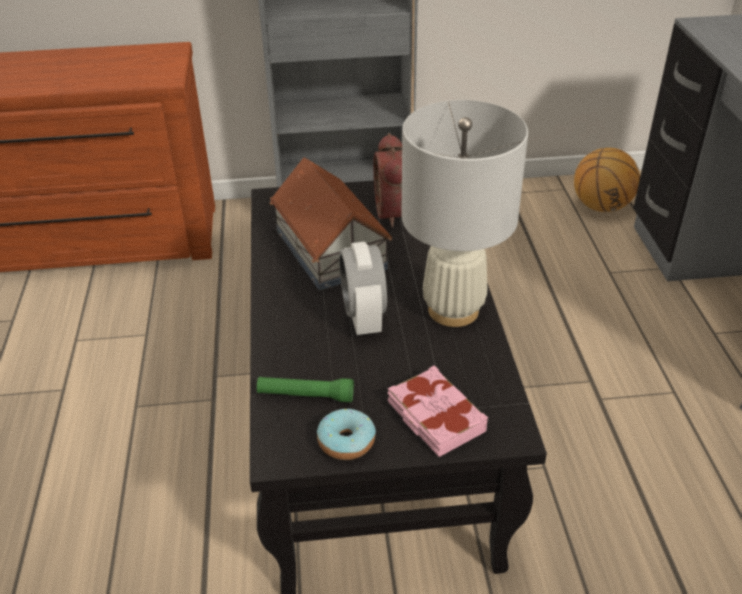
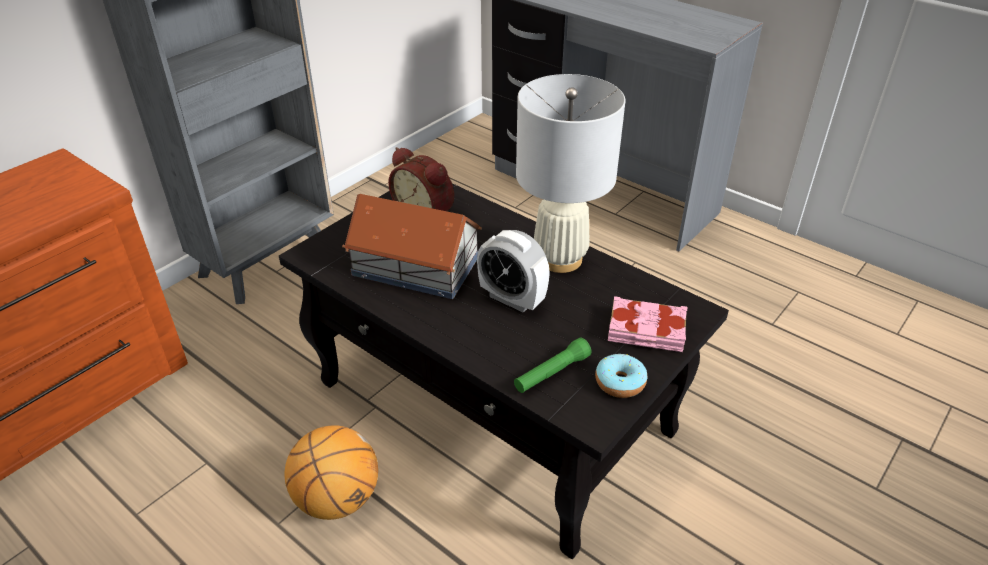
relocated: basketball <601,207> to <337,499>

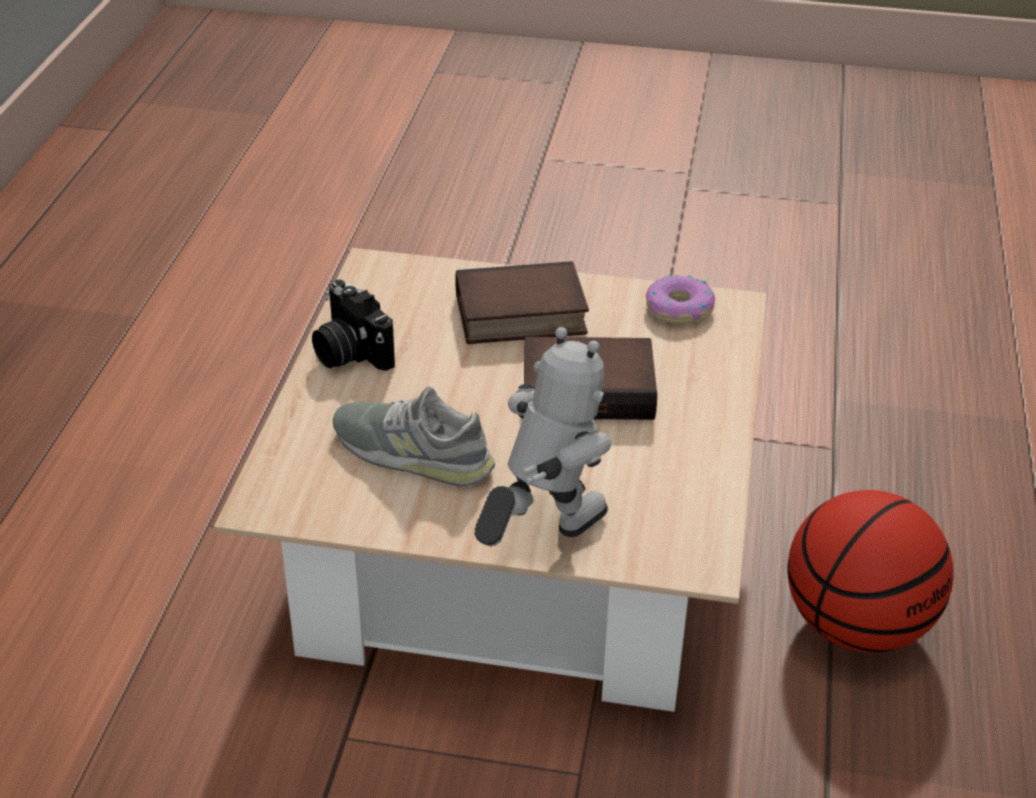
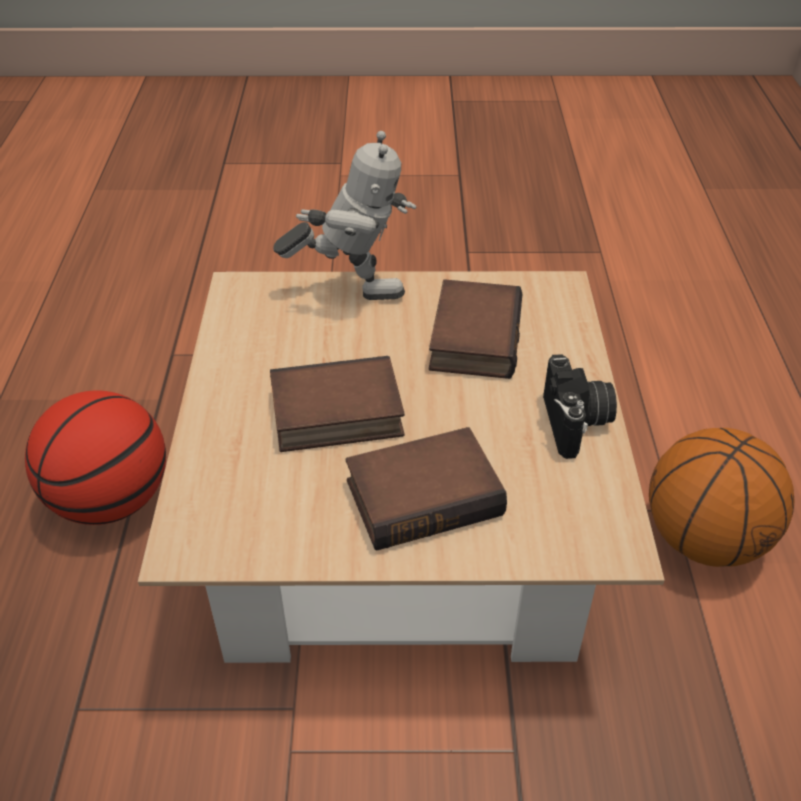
missing: donut <679,309>
appeared: basketball <704,540>
exchanged: shoe (grey) <412,452> to book <472,337>
spun: photo camera <349,352> = <576,423> 45 degrees clockwise; toy robot <543,537> = <352,289> 120 degrees counterclockwise

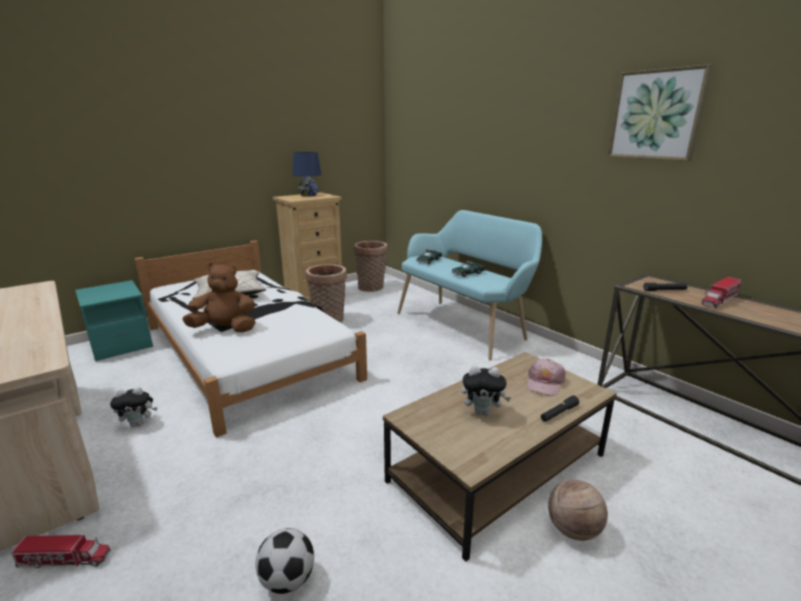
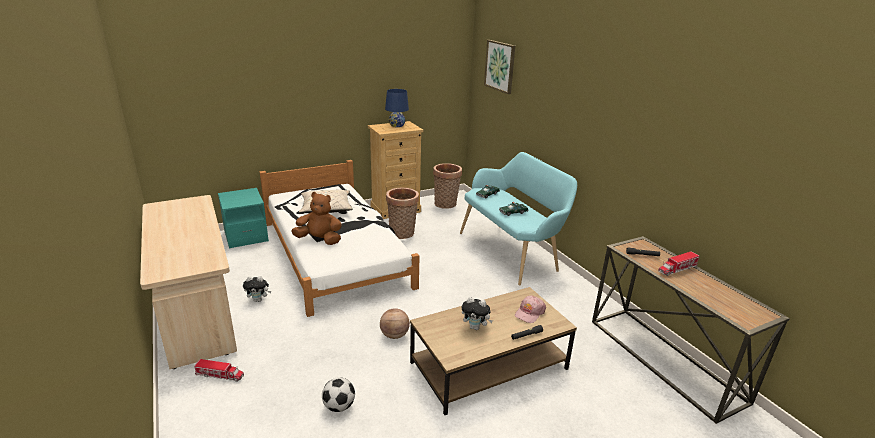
relocated: picture <656,115> to <500,66>; basketball <573,530> to <394,335>

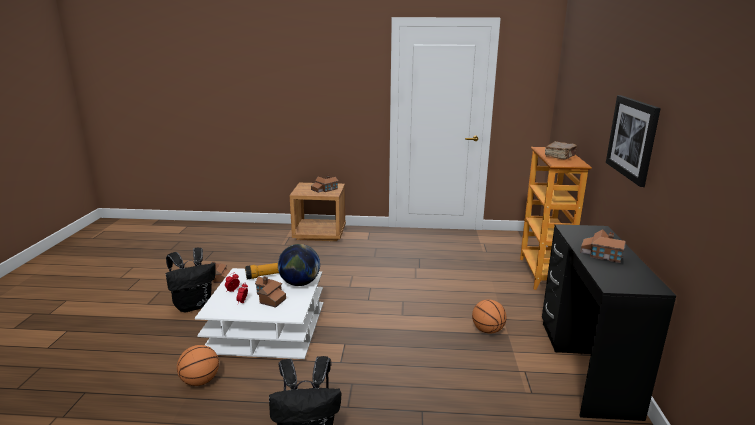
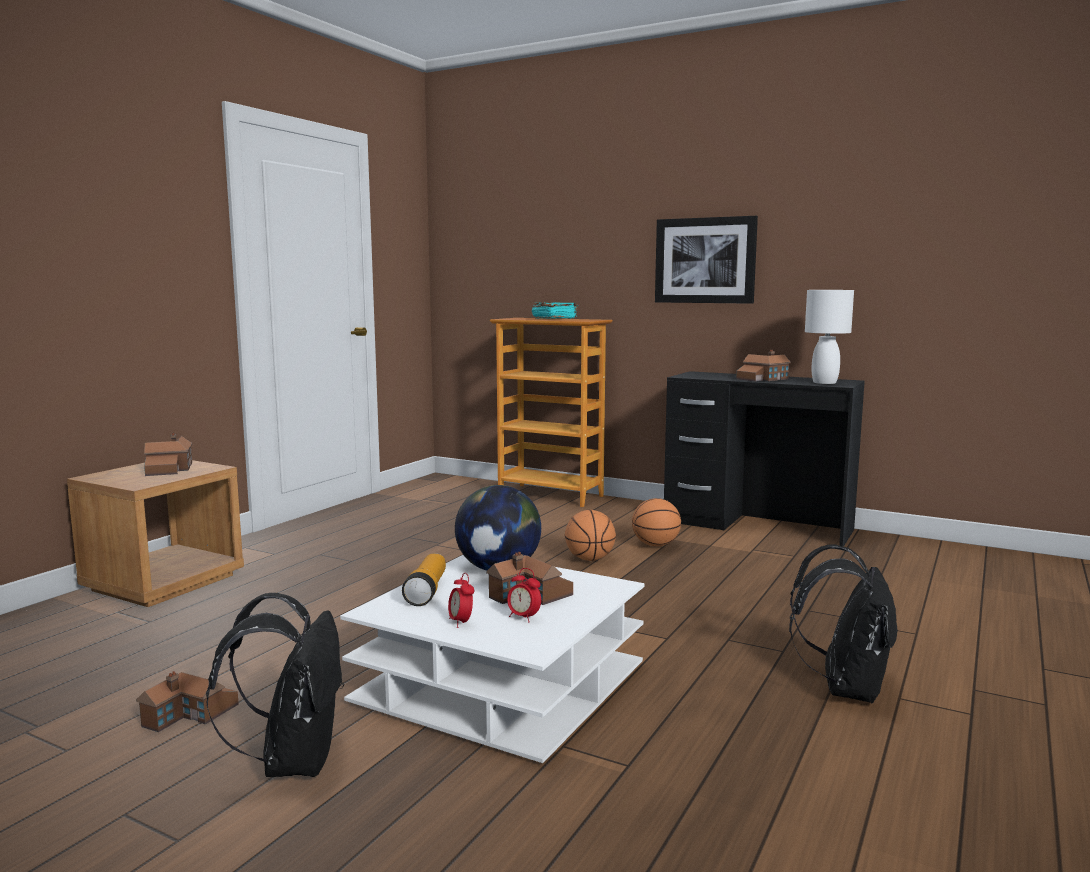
appeared: table lamp (white) <824,382>
relocated: basketball <200,381> to <589,559>
colour: book (brown) <560,156> to book (turquoise) <554,319>

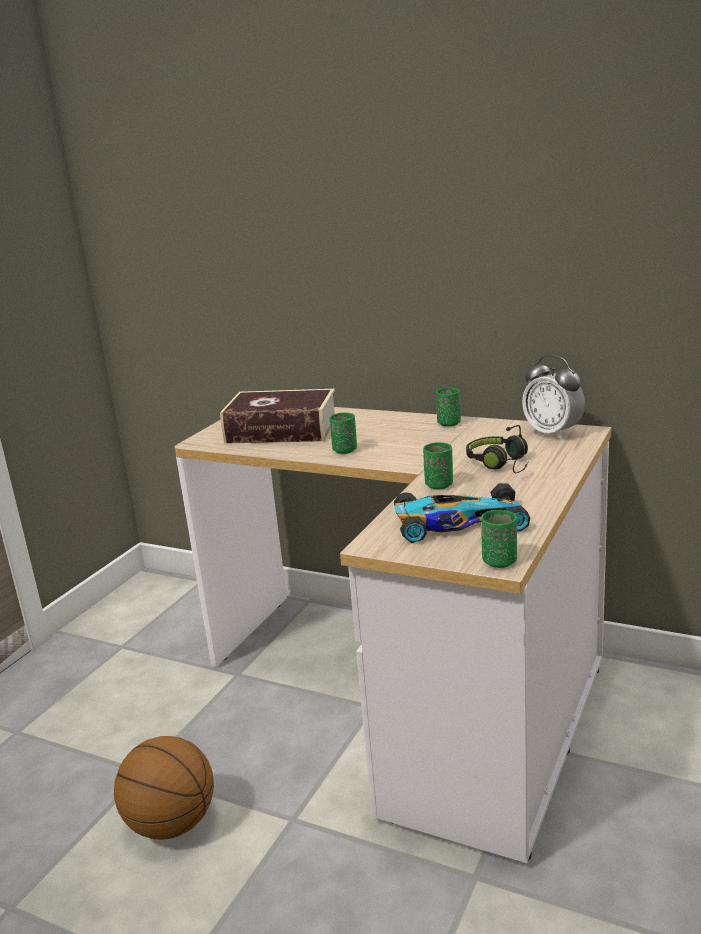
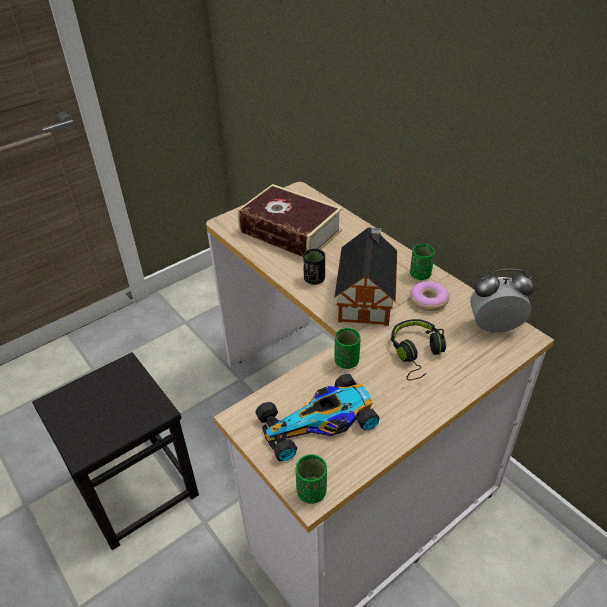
appeared: toy house <366,296>; donut <428,300>
exchanged: basketball <171,824> to stool (black) <135,487>
colour: cup (green) <345,450> to cup (black) <314,279>
spun: alarm clock <553,433> = <494,327> 105 degrees clockwise; toy car <456,523> = <320,421> 135 degrees clockwise

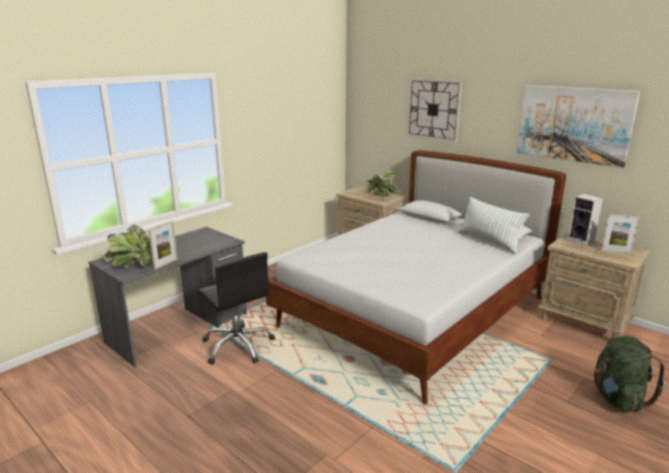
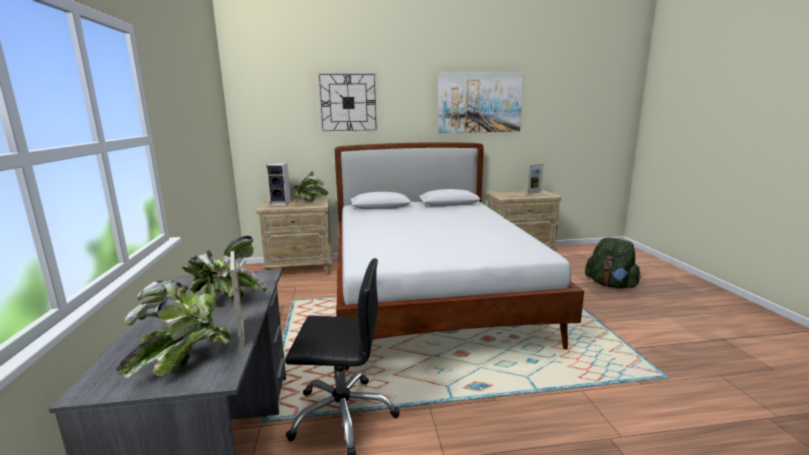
missing: pillow <489,241>
appeared: potted plant <226,301>
relocated: speaker <582,241> to <281,203>

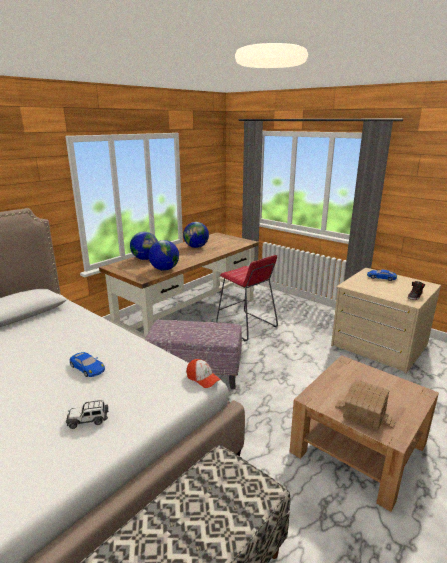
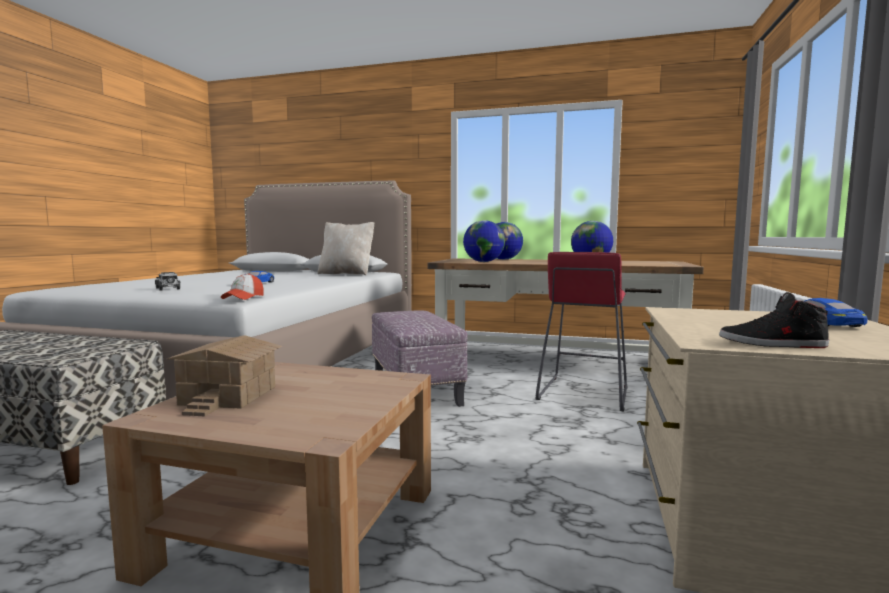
appeared: pillow (beige) <346,274>

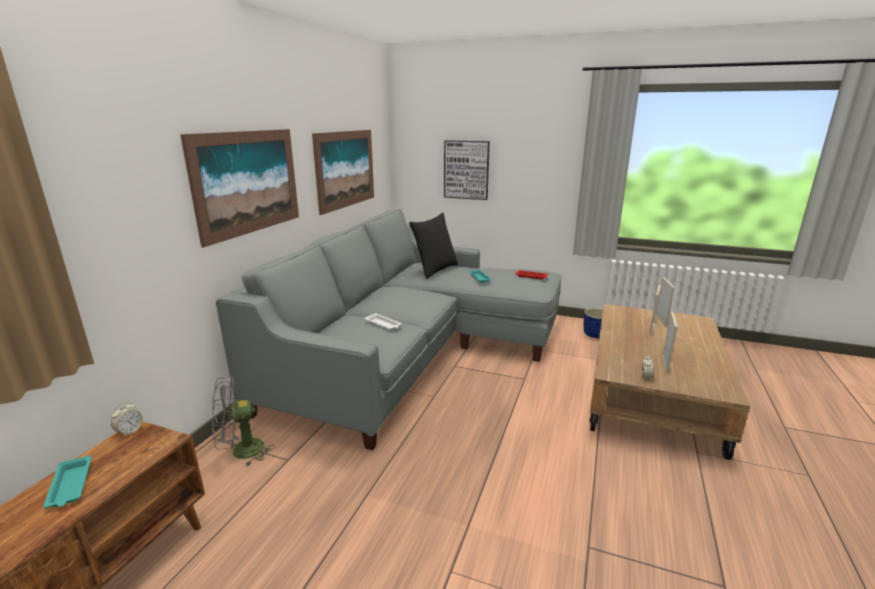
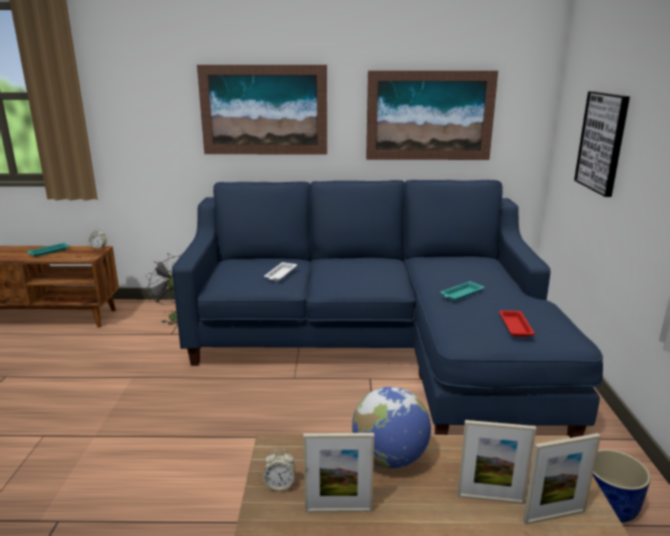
missing: pillow (black) <436,270>
appeared: globe <389,458>
colour: sofa (grey) <413,352> to sofa (blue) <380,346>

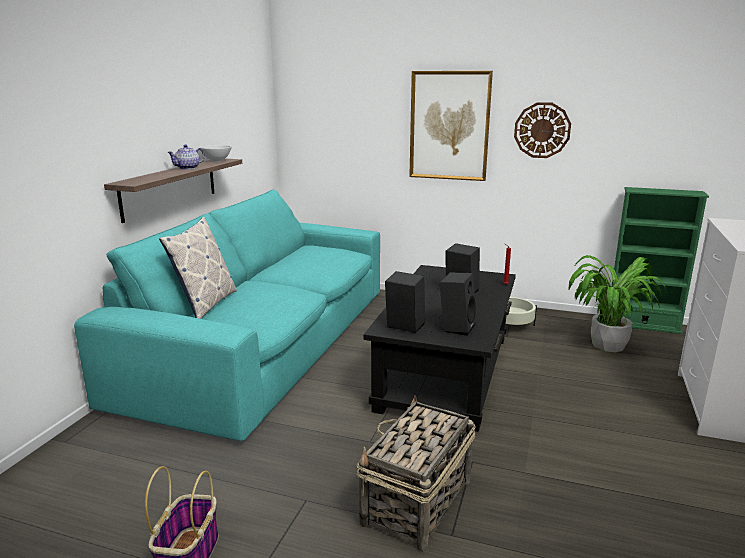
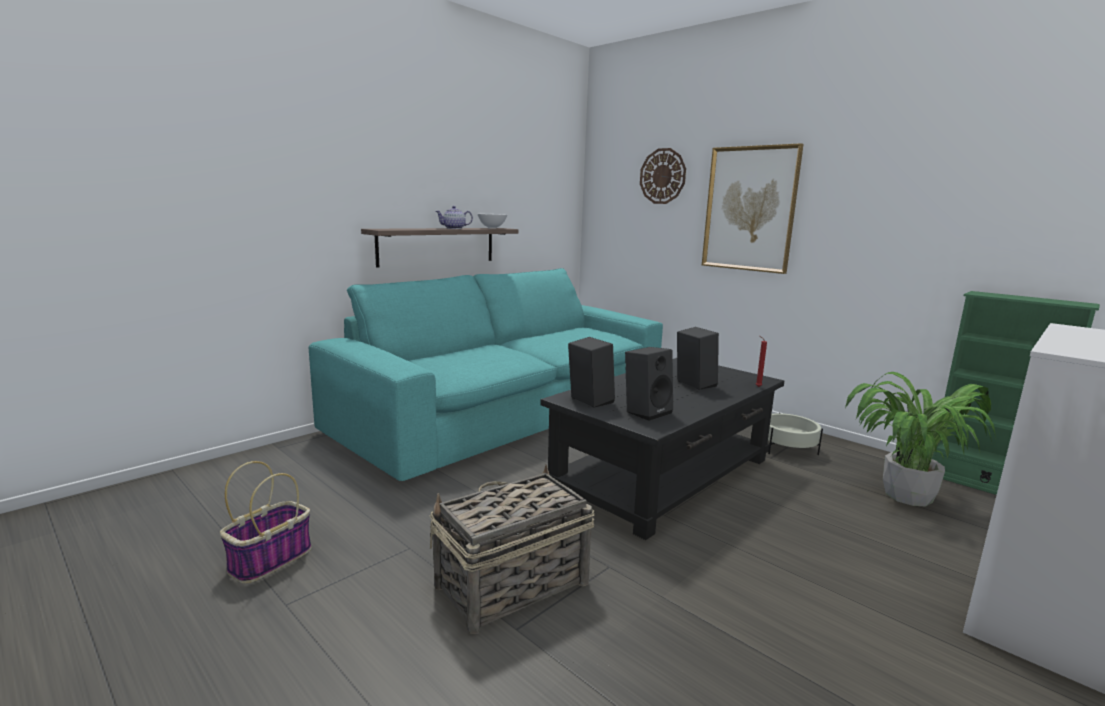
missing: pillow <205,305>
relocated: wall clock <542,130> to <662,176>

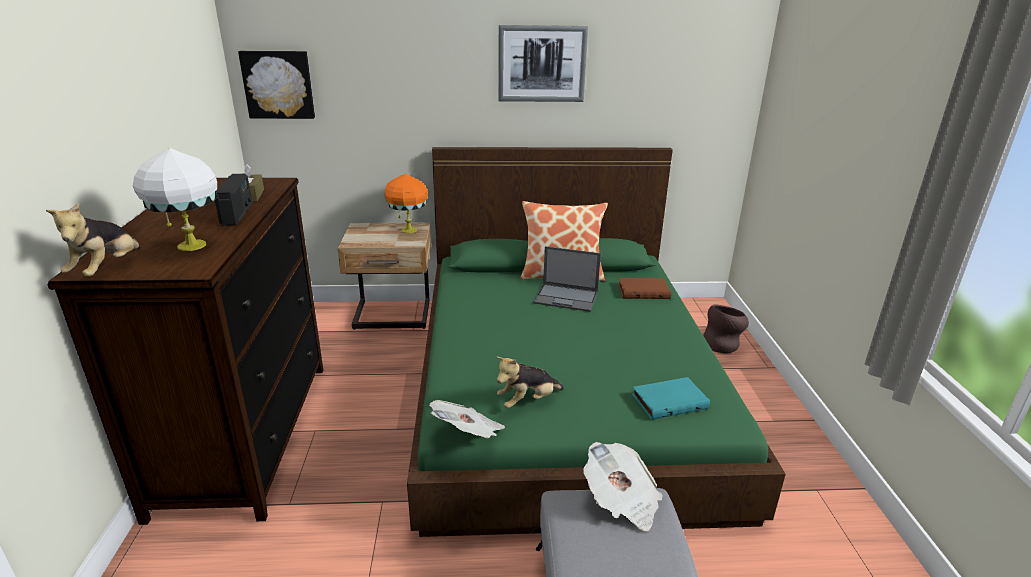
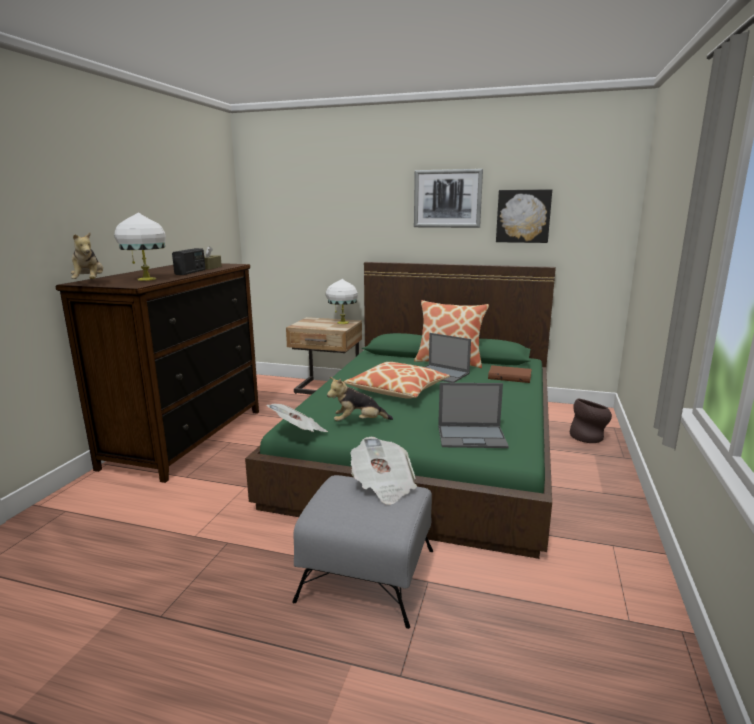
appeared: pillow <397,390>
relocated: picture <278,84> to <523,216>
exchanged: book (turquoise) <669,400> to laptop <472,437>
colour: table lamp (orange) <408,230> to table lamp (white) <342,322>
spun: plush toy <107,269> = <90,283> 45 degrees counterclockwise

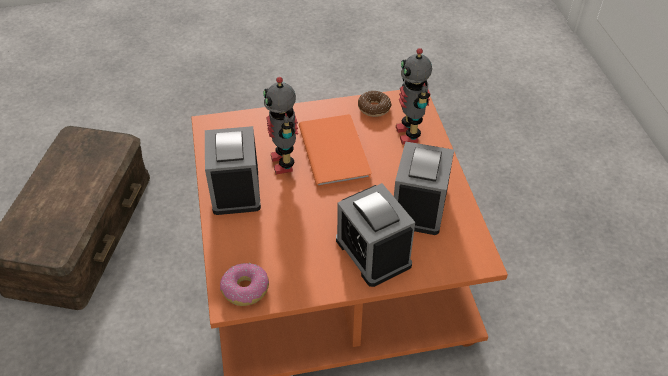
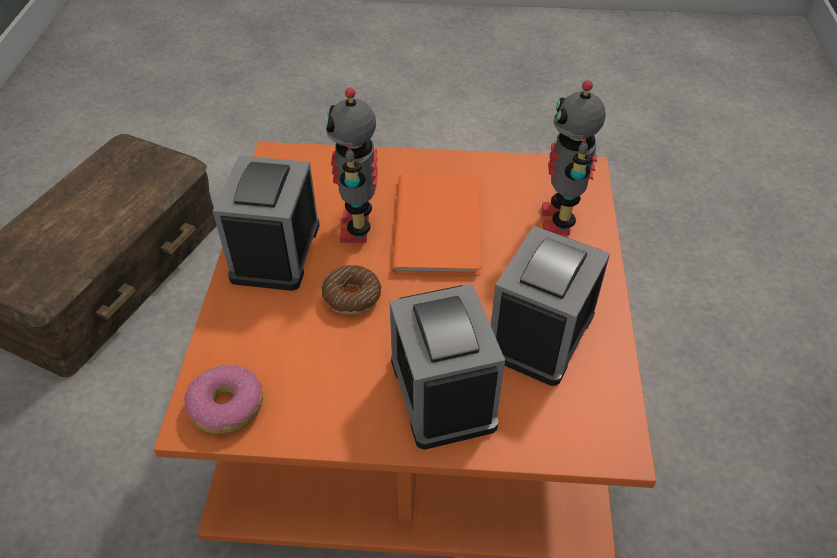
relocated: donut <374,108> to <352,296>

